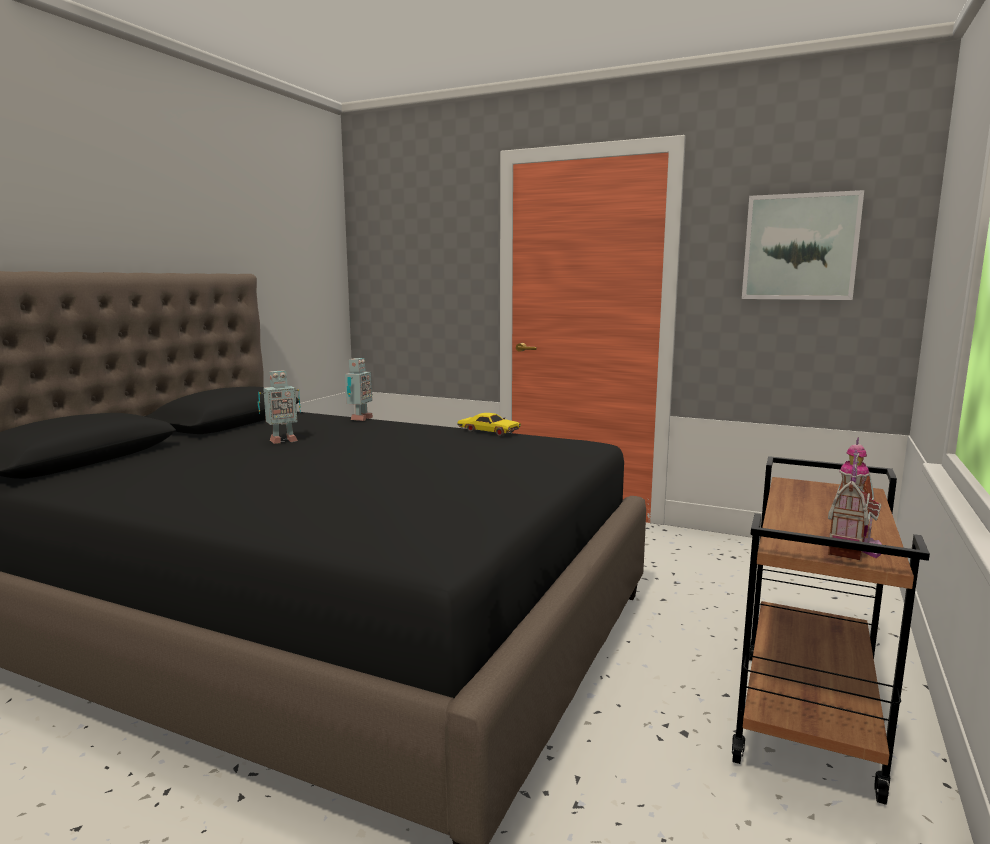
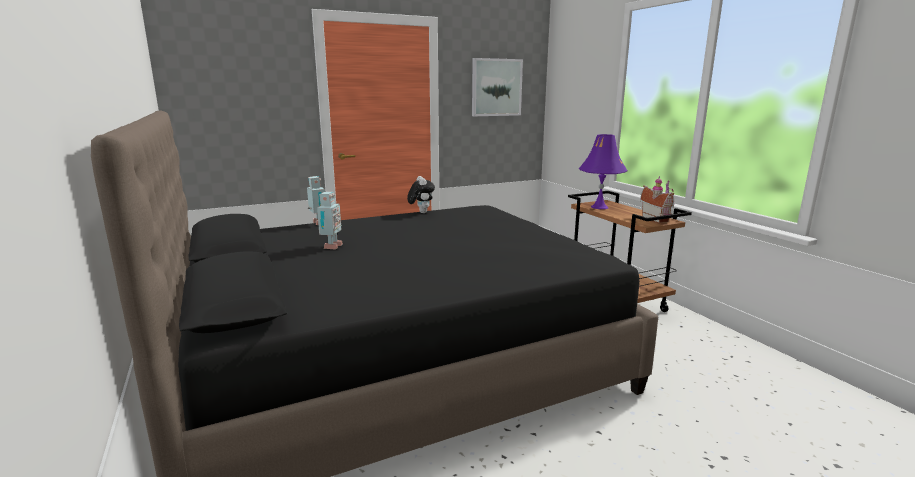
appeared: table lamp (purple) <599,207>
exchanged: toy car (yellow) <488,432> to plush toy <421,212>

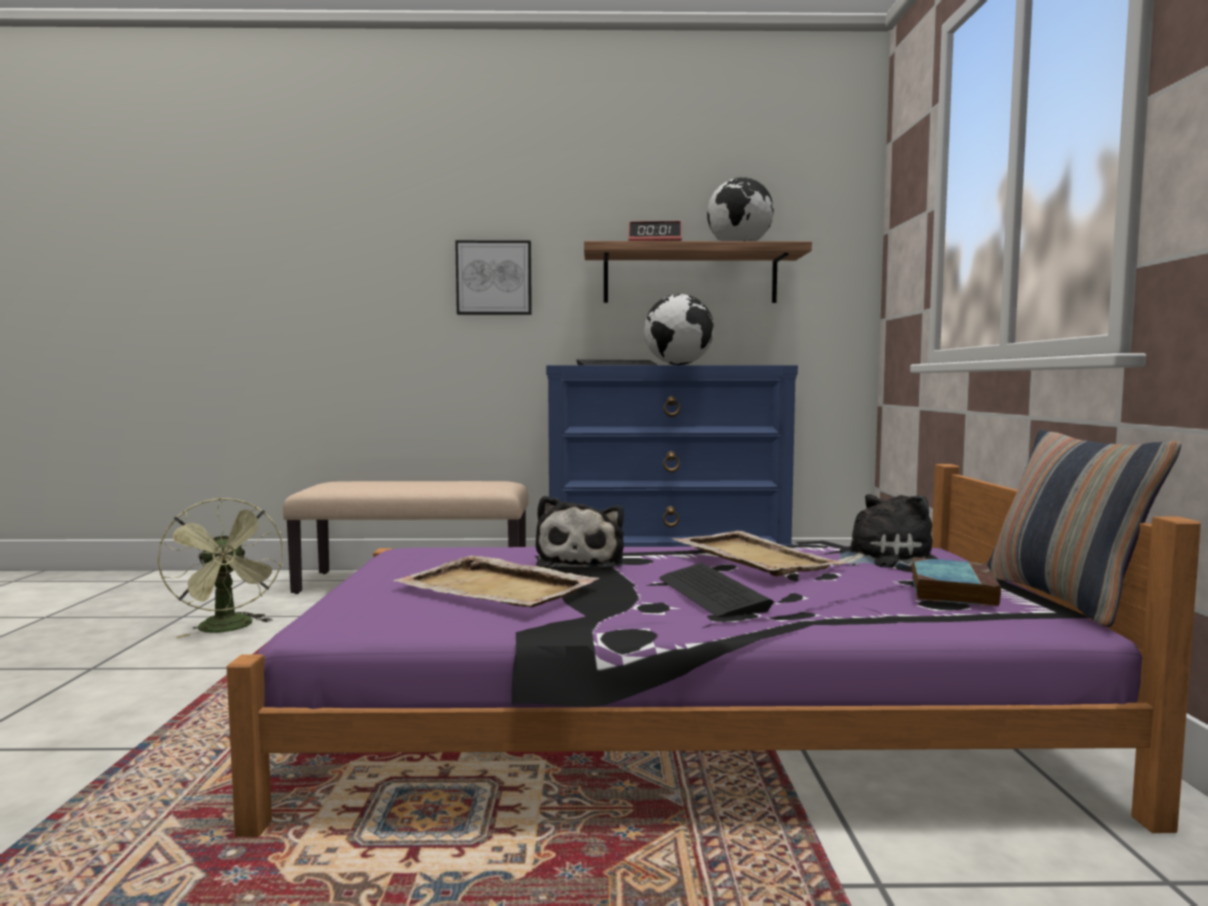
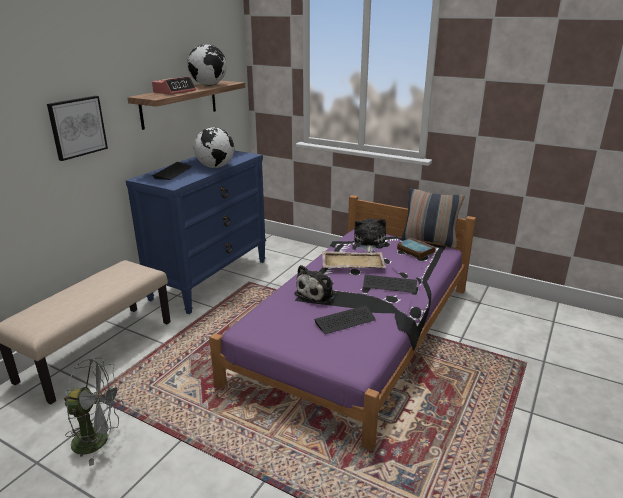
exchanged: tray (beige) <497,588> to keyboard <345,321>
colour: fan (green) <229,629> to fan (grey) <99,440>
spun: plush toy <582,562> = <317,293> 90 degrees clockwise

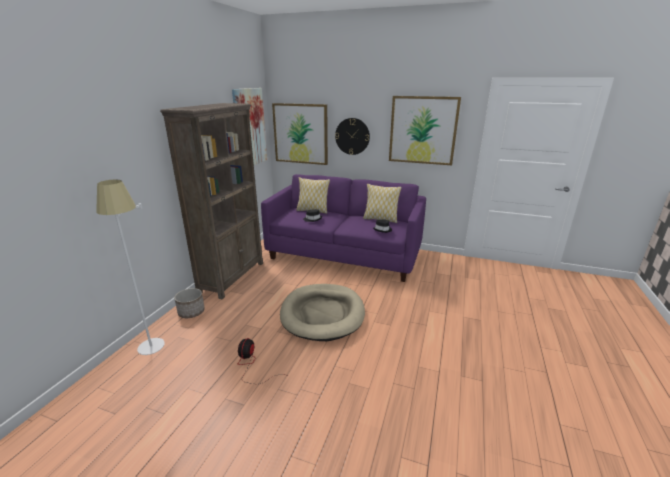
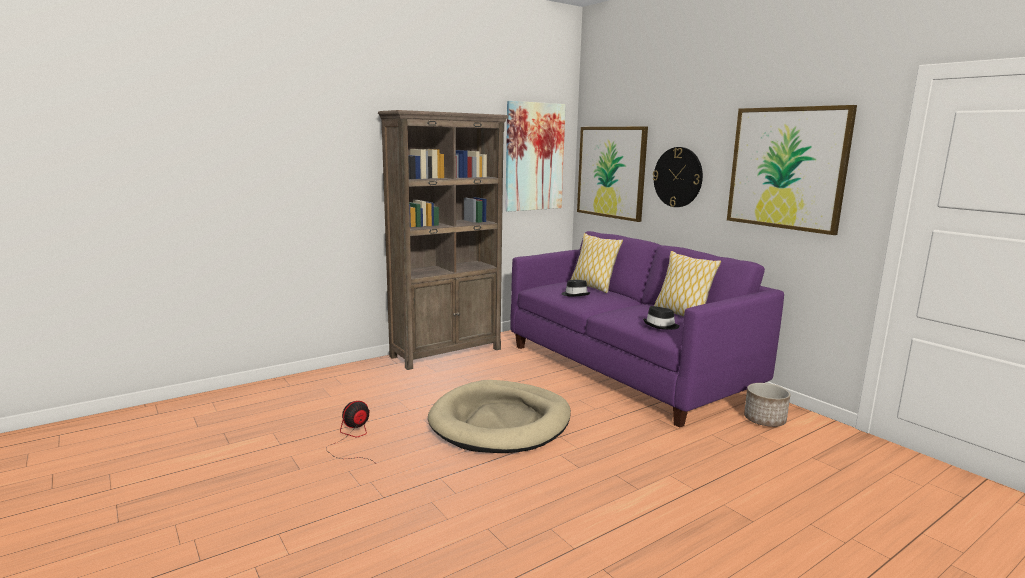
missing: floor lamp (white) <154,352>
relocated: planter <191,312> to <765,420>

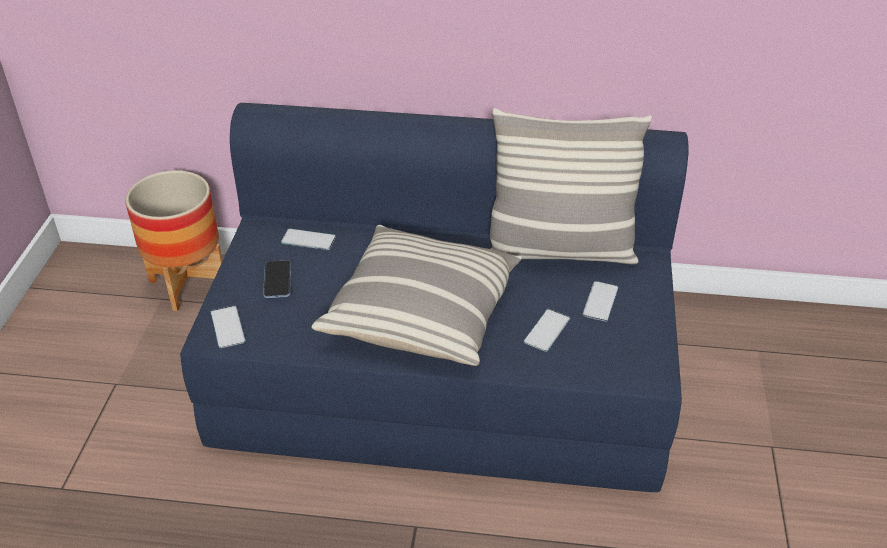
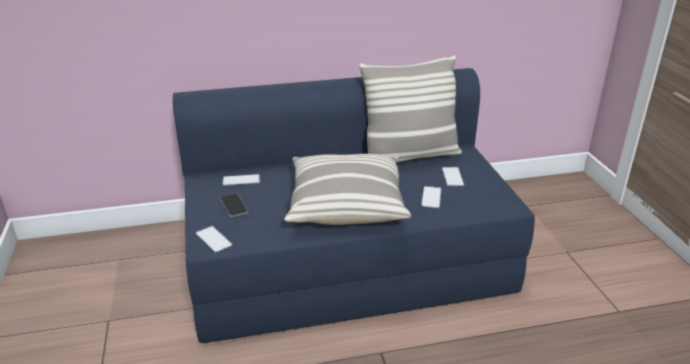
missing: planter <188,284>

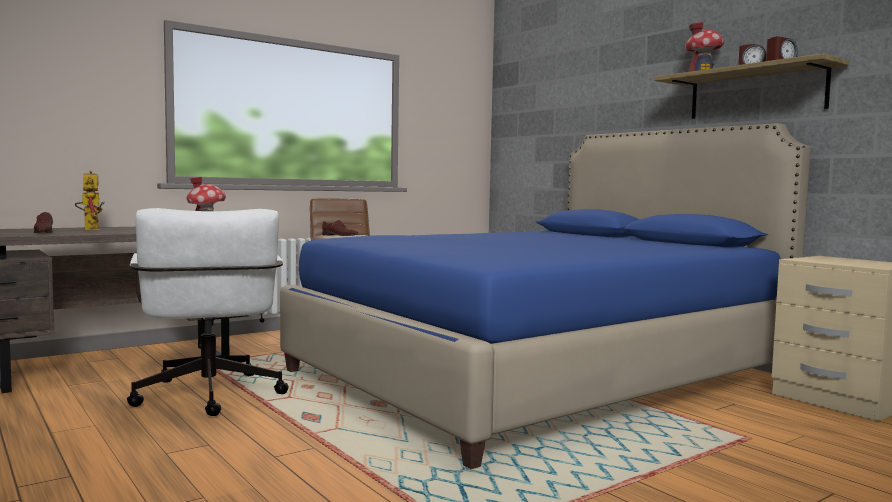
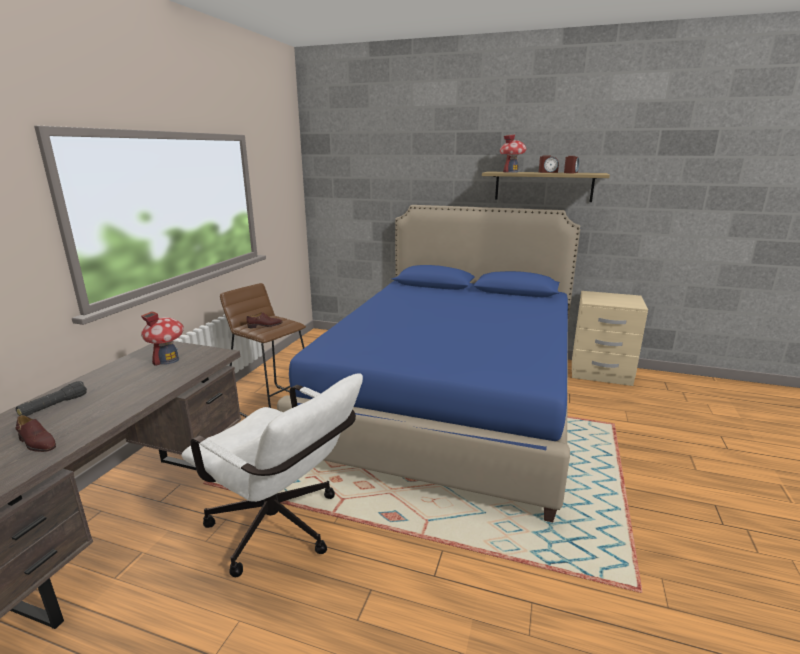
exchanged: toy robot <90,229> to flashlight (black) <54,406>

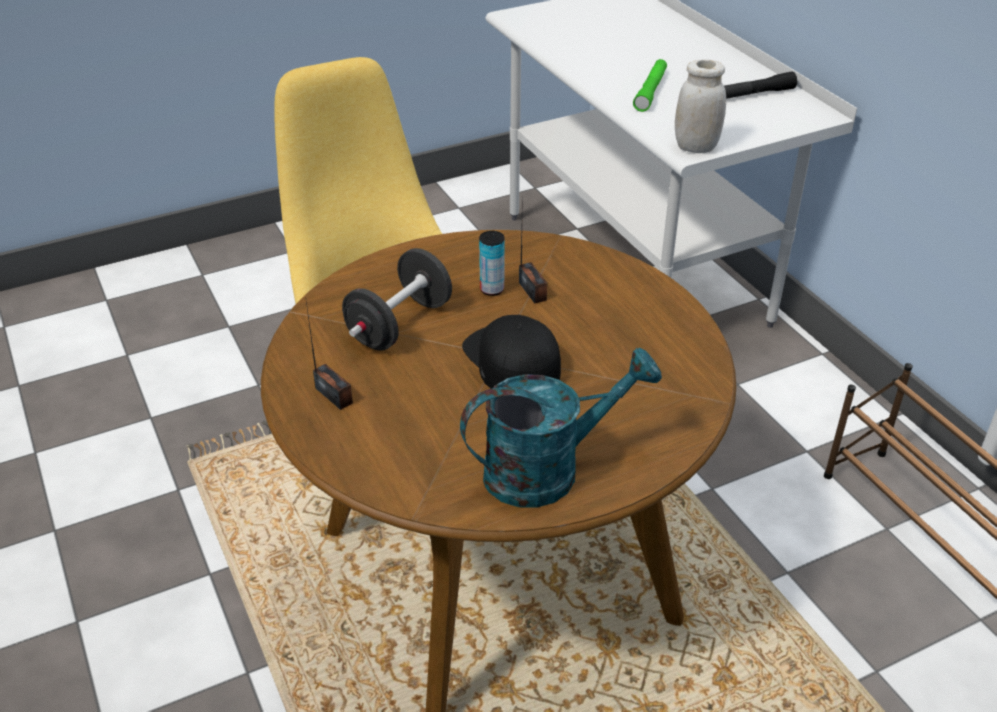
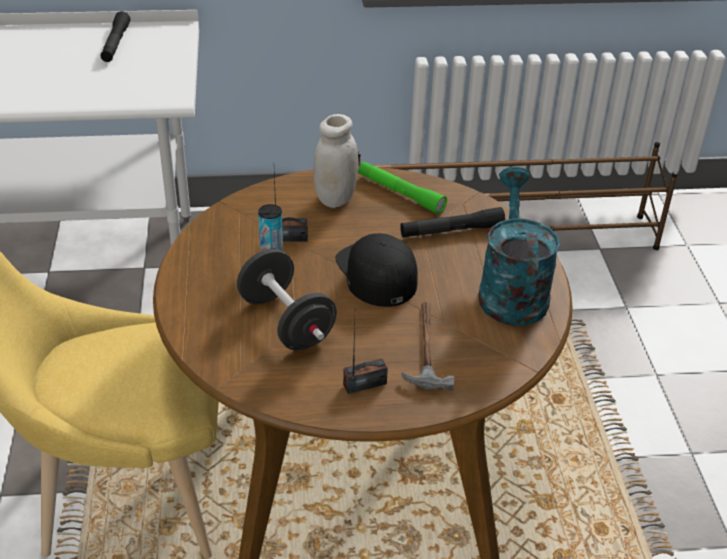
appeared: flashlight (black) <451,231>; hammer <426,347>
relocated: flashlight (green) <650,91> to <400,194>; jar (white) <695,147> to <335,198>
spun: cap (black) <511,361> = <376,273> 75 degrees clockwise

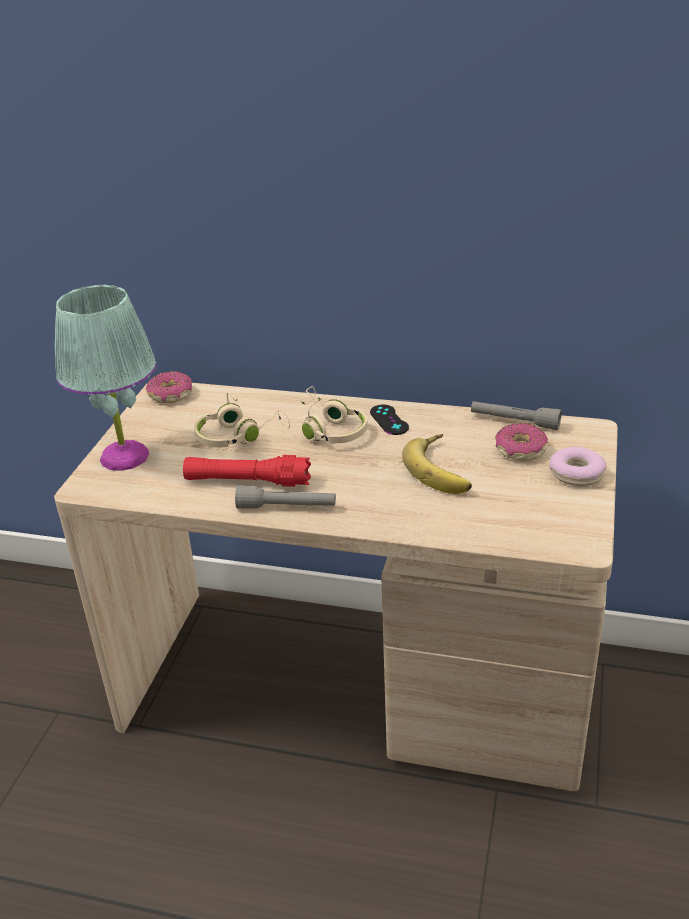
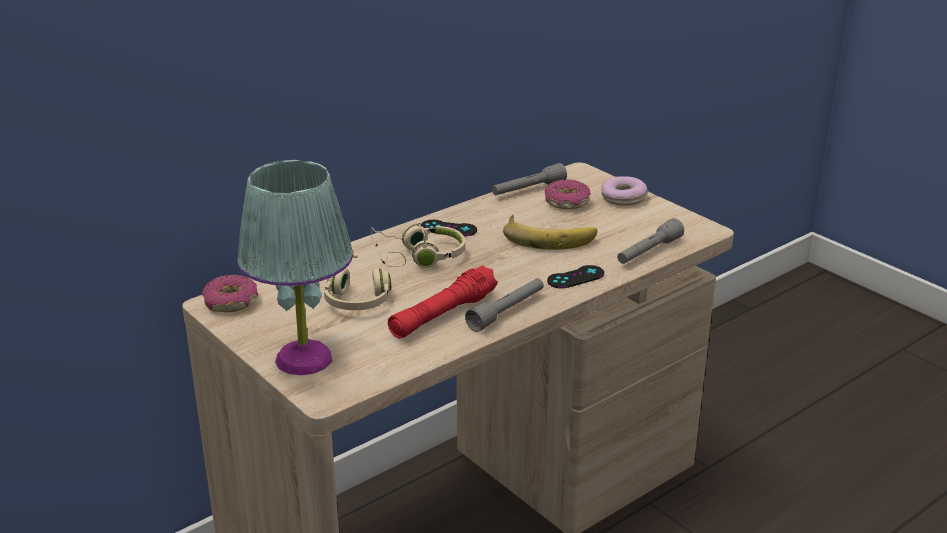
appeared: flashlight (grey) <648,252>; game controller (black) <575,277>

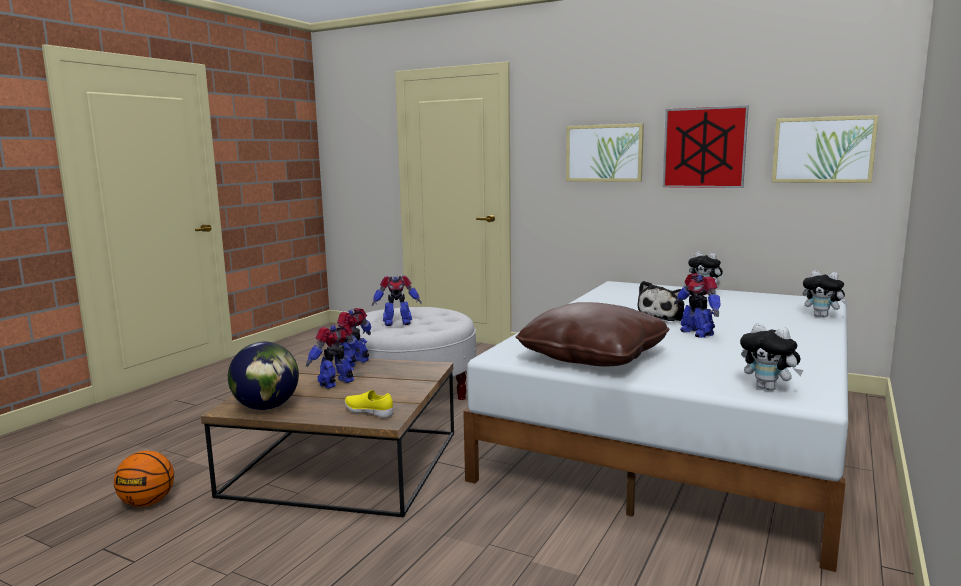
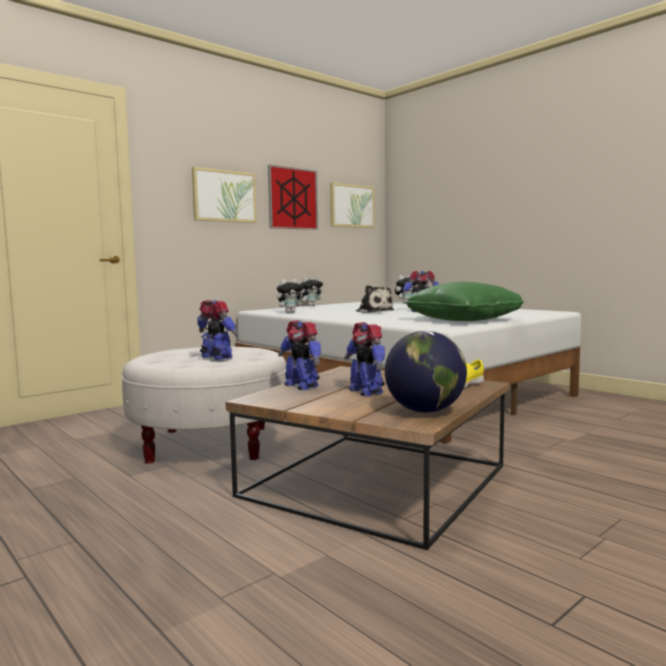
missing: basketball <148,503>
relocated: plush toy <768,388> to <290,312>
colour: pillow (brown) <593,357> to pillow (green) <463,320>
spun: toy robot <397,323> = <216,358> 60 degrees counterclockwise

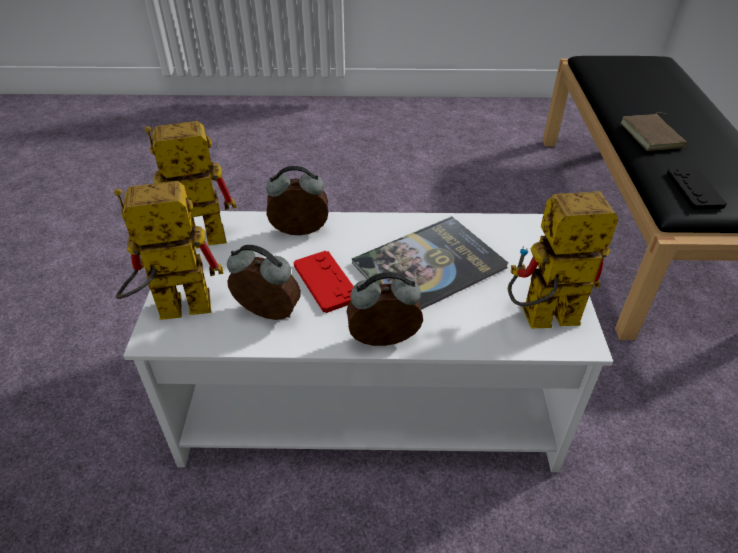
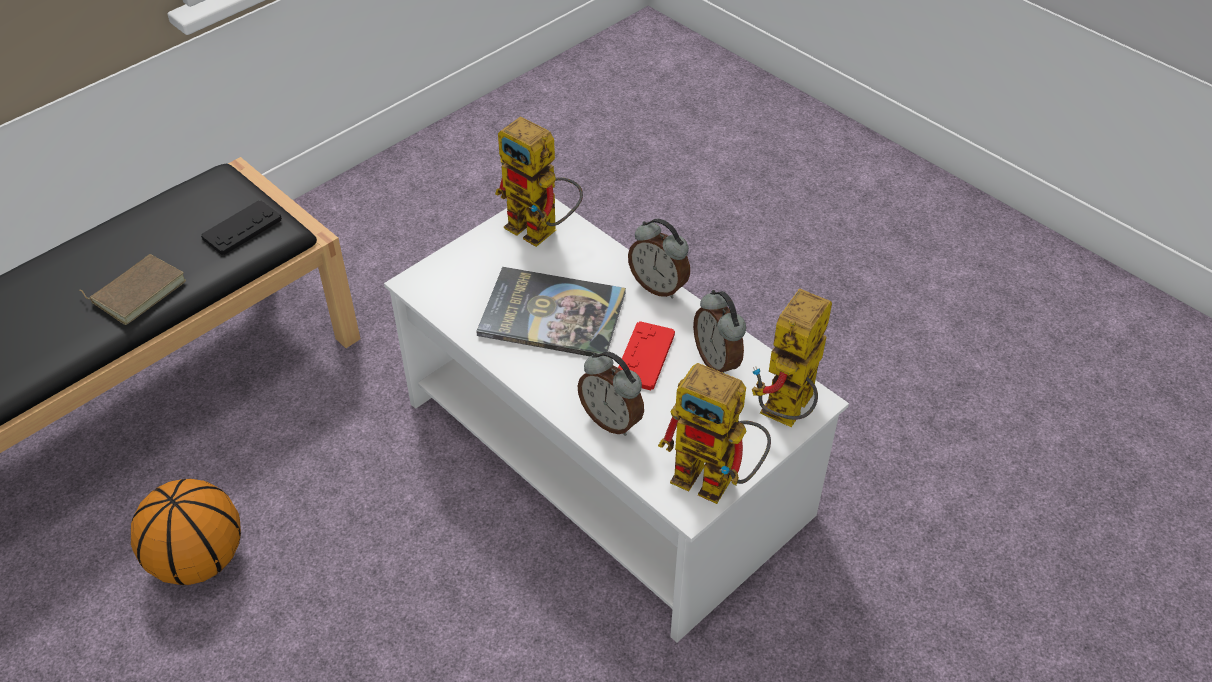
appeared: basketball <199,558>
spun: toy robot <172,311> = <786,415> 90 degrees clockwise

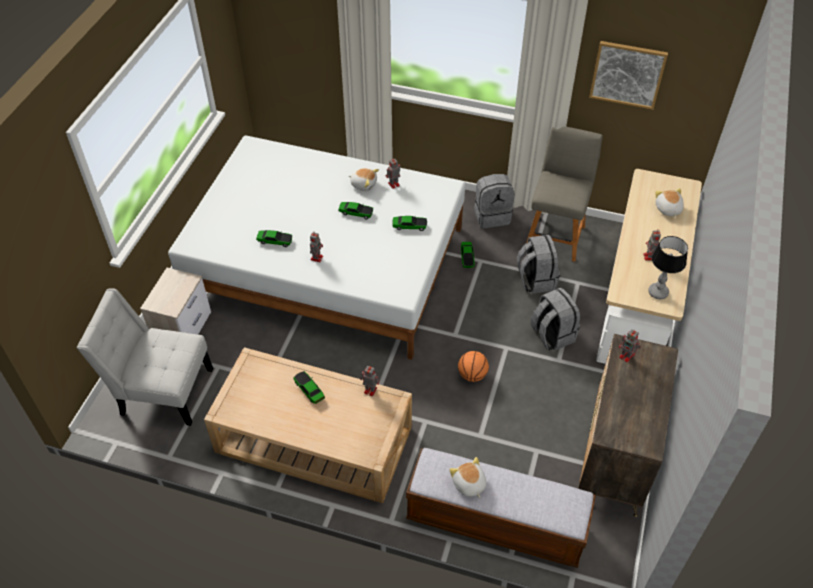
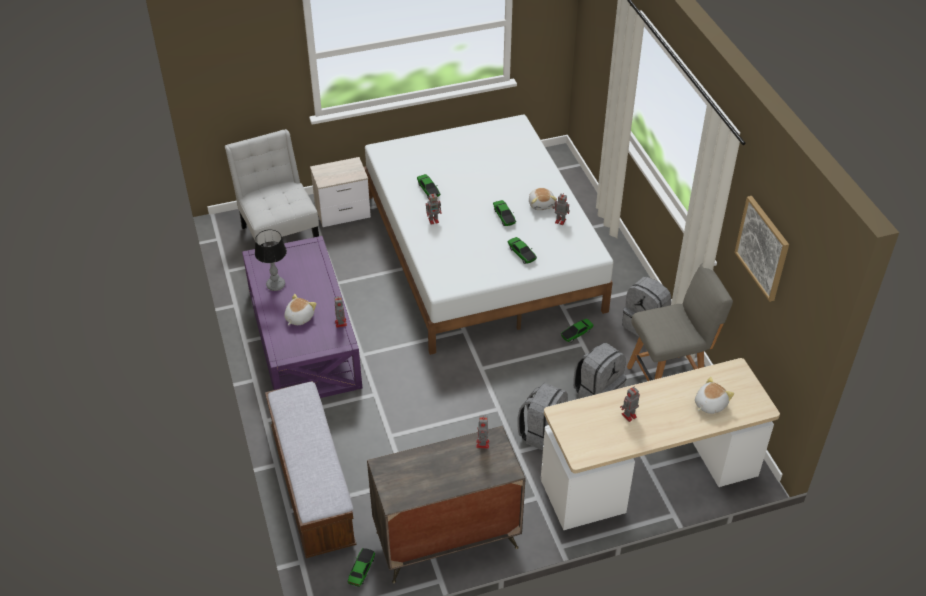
missing: basketball <472,375>
relocated: table lamp <658,292> to <276,285>; toy car <309,390> to <361,570>; plush toy <468,484> to <299,317>
colour: coffee table (beige) <313,440> to coffee table (purple) <302,338>

